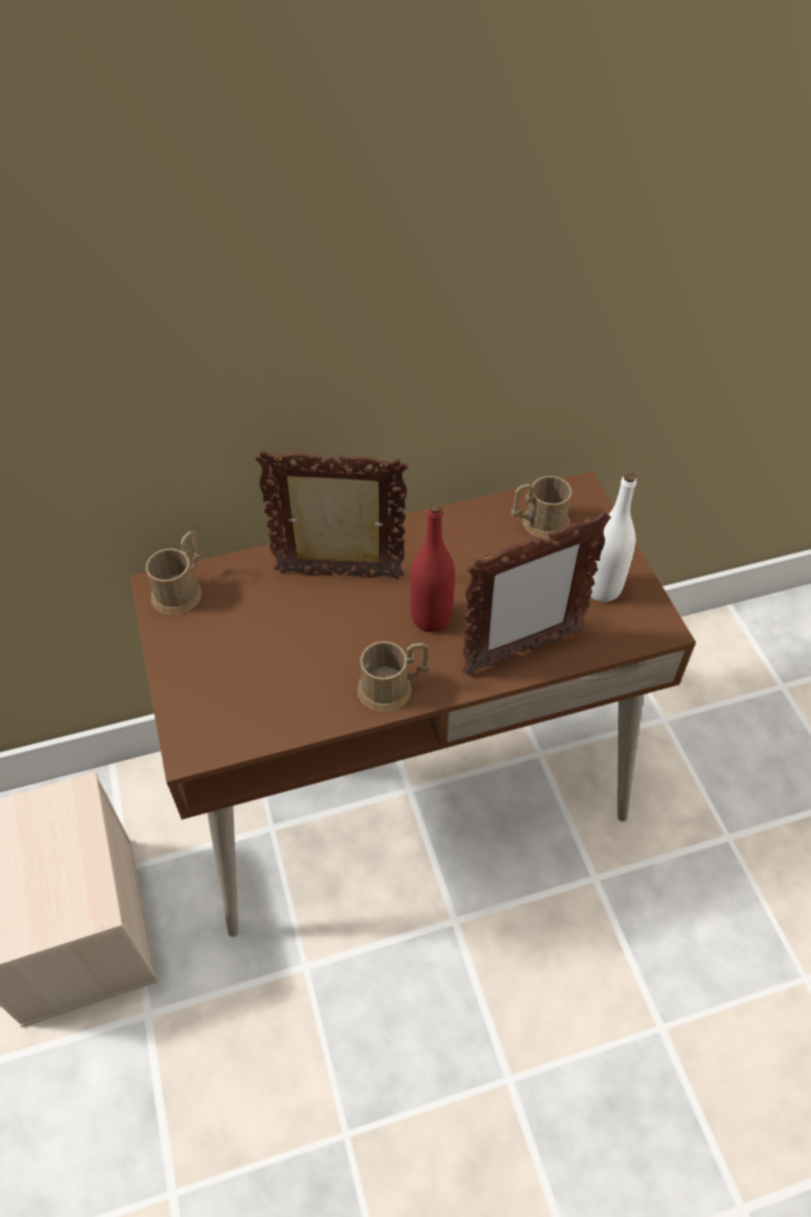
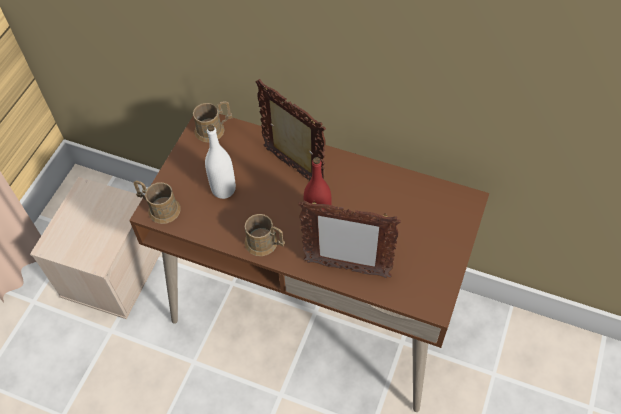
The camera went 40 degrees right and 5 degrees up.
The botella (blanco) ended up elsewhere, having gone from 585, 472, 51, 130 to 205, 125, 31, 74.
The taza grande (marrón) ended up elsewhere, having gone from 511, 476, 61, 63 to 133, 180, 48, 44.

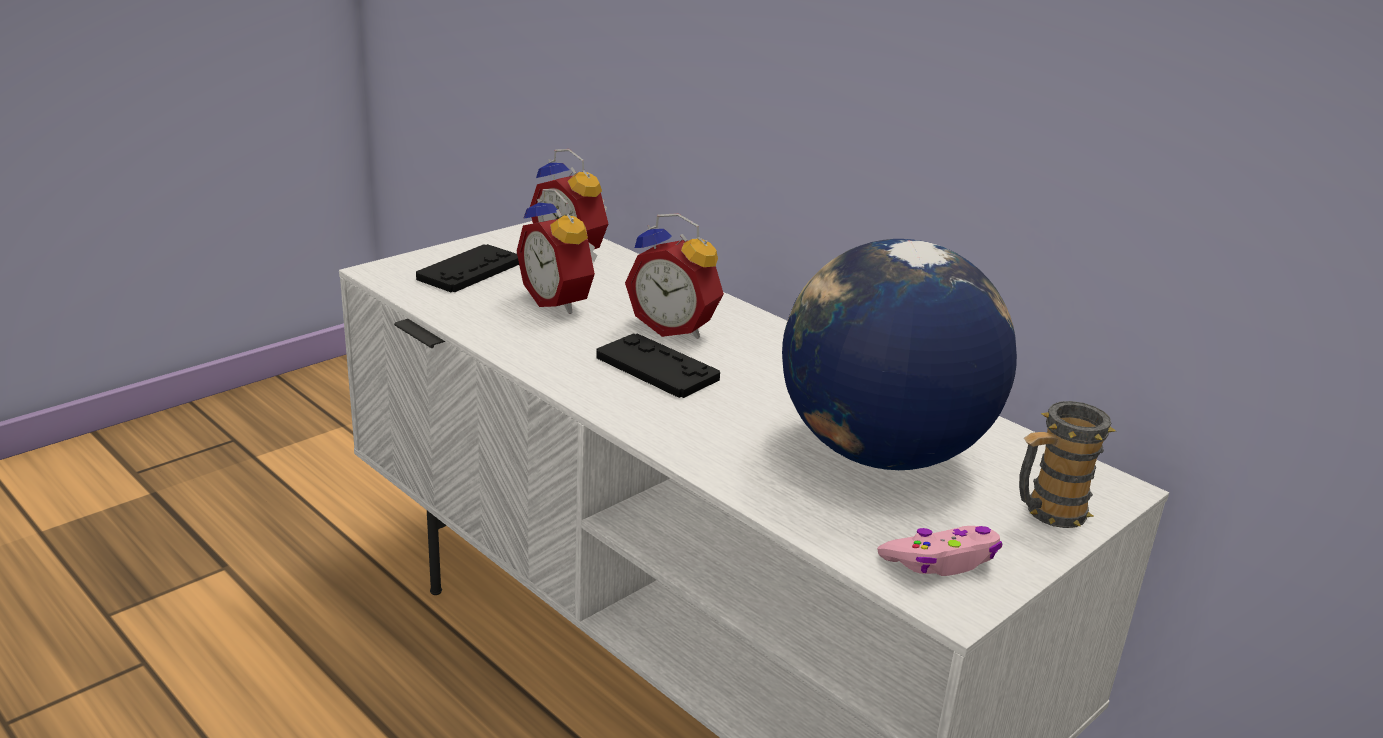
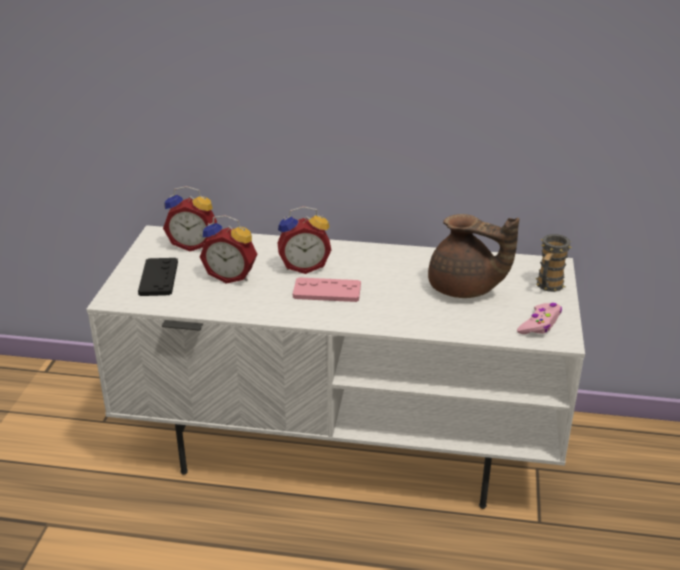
The camera went 35 degrees left and 5 degrees up.
Where the globo terráqueo stood at 782, 239, 235, 231, the tetera (marrón) came to stand at 428, 214, 91, 84.
What was the mando de consola (negro) at 596, 333, 124, 65 turned into the mando de consola (rosa) at 293, 277, 68, 25.

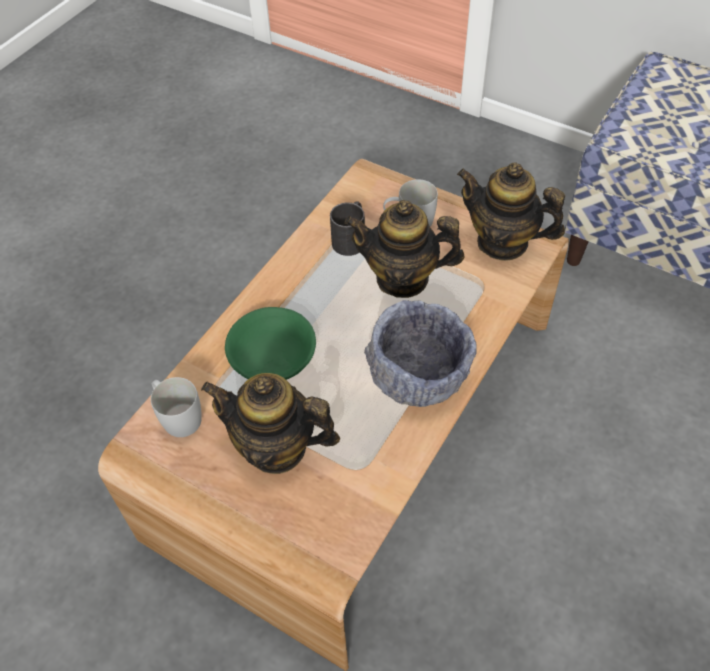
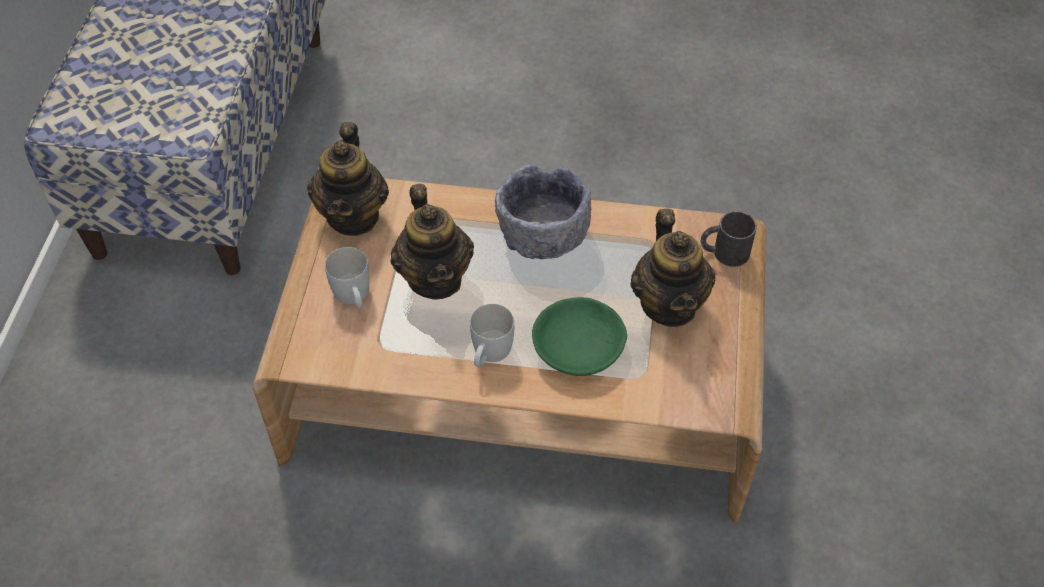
The camera went 115 degrees left and 0 degrees up.
The taza grande (negro) ended up elsewhere, having gone from 330, 201, 35, 55 to 701, 211, 56, 56.
The taza grande (blanco) ended up elsewhere, having gone from 151, 377, 51, 60 to 470, 304, 44, 63.

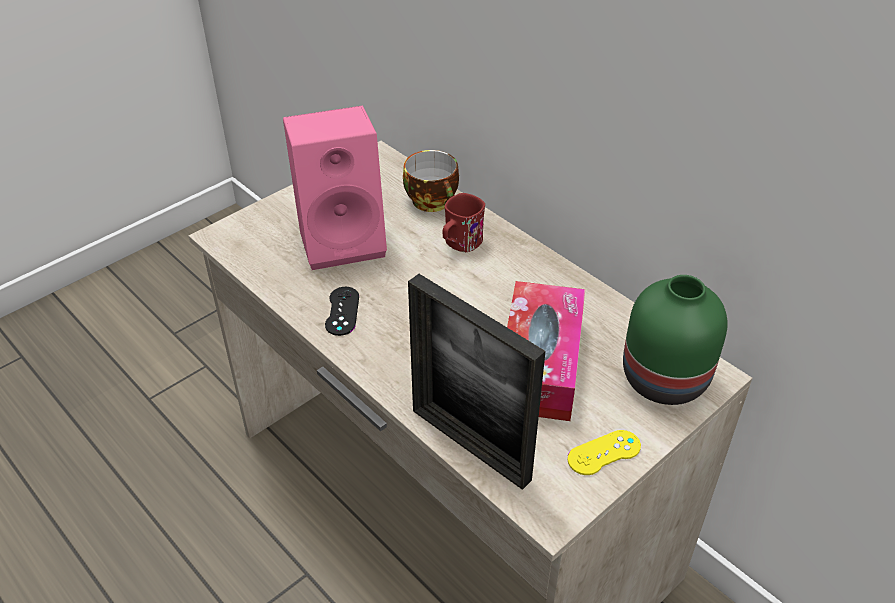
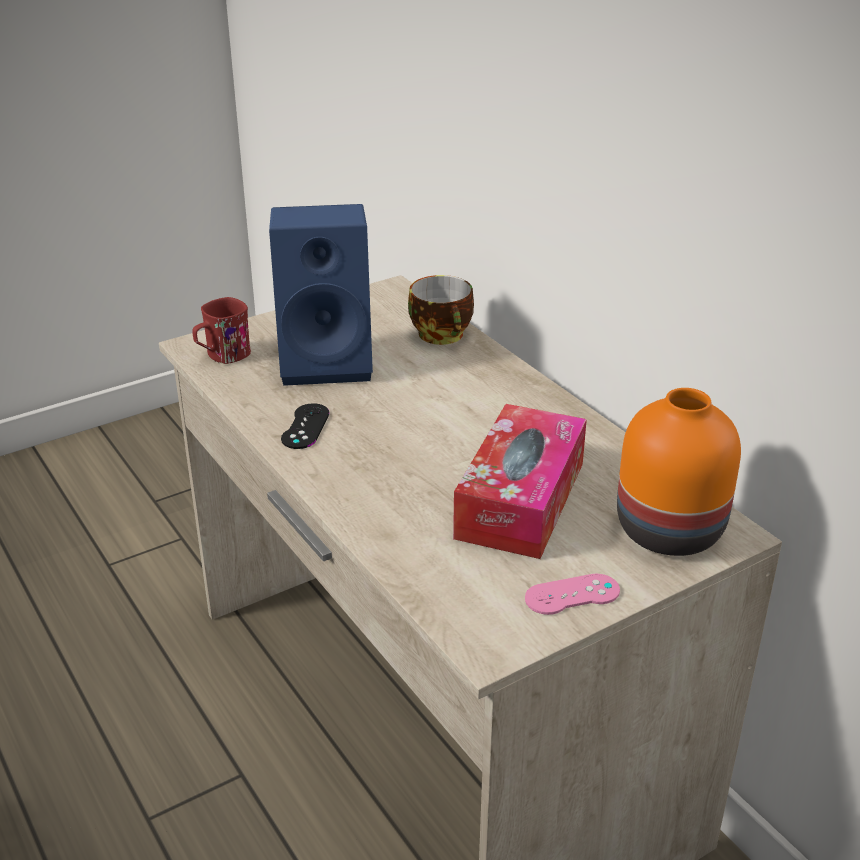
The camera went 10 degrees right and 10 degrees down.
What was the altavoz (rosa) at 283, 106, 104, 164 turned into the altavoz (azul) at 269, 204, 104, 182.
The taza grande (rojo) ended up elsewhere, having gone from 443, 193, 42, 59 to 192, 297, 59, 67.
The second view lost the portarretratos at 408, 274, 138, 216.
What was the florero (verde) at 623, 275, 105, 130 turned into the florero (naranja) at 617, 388, 124, 168.
What was the mando de consola (amarillo) at 568, 430, 73, 45 turned into the mando de consola (rosa) at 525, 573, 95, 42.

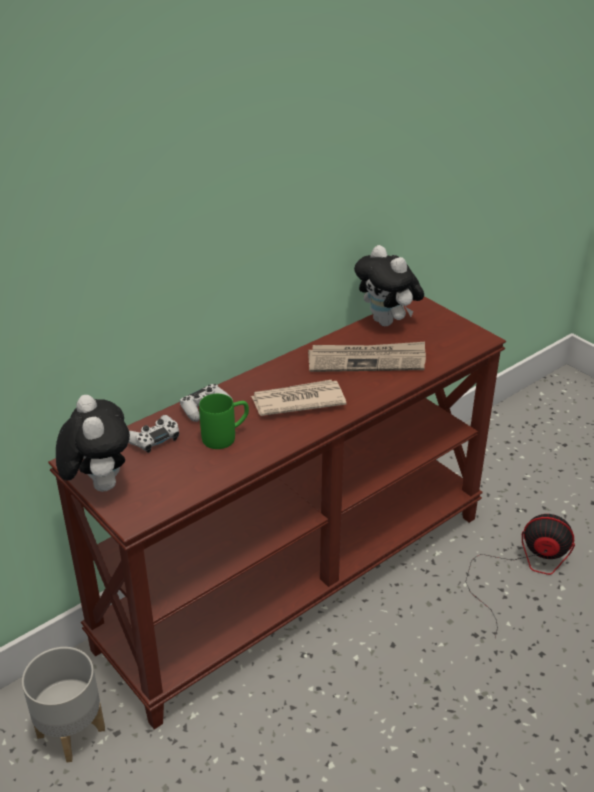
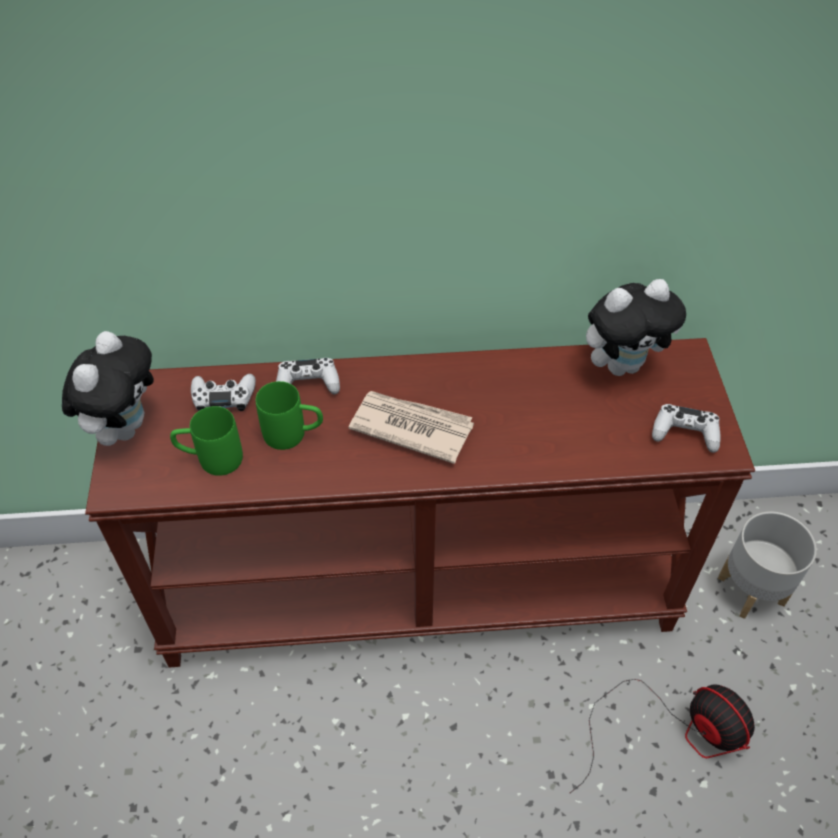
The camera went 35 degrees right and 15 degrees up.
The peluche at 354, 245, 70, 81 ended up facing another way, 105 degrees counterclockwise from before.
The second view lost the periódico at 308, 342, 118, 30.
The maceta (gris) ended up elsewhere, having gone from 22, 647, 83, 115 to 718, 511, 99, 108.
The second view gained the mando de consola (blanco) at 652, 404, 69, 49.
The second view gained the taza grande (verde) at 170, 406, 73, 70.

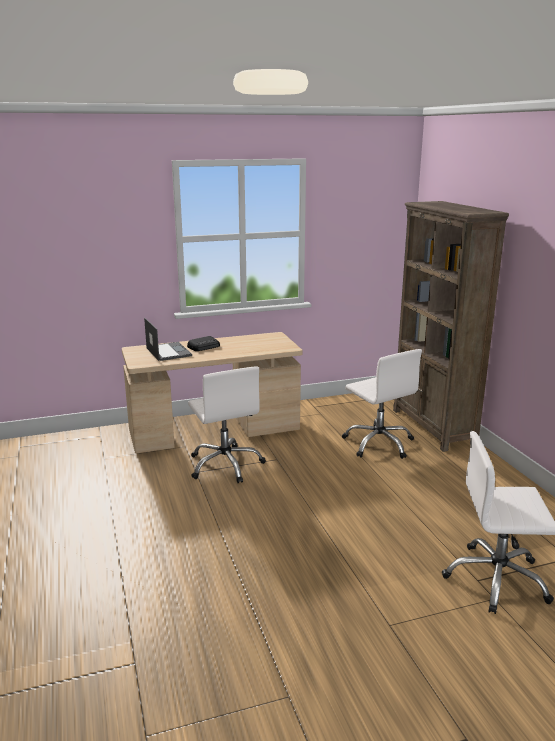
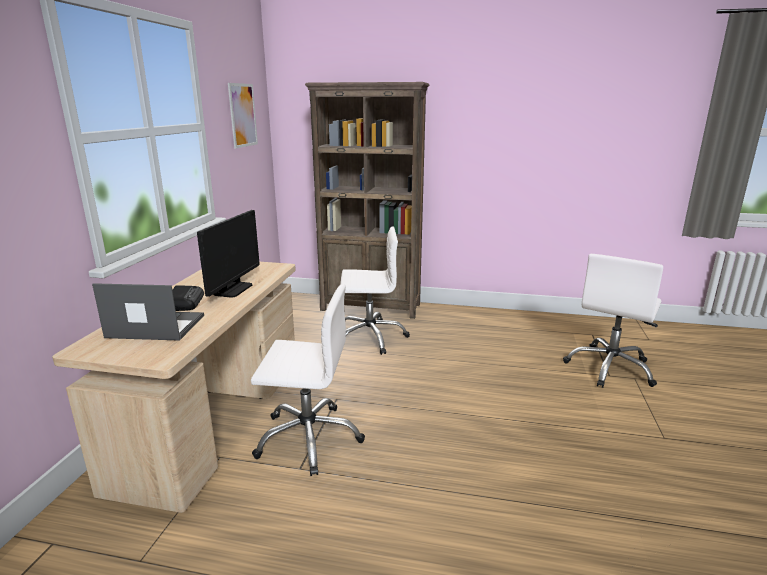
The camera went 60 degrees left and 0 degrees up.
The second view gained the cuadro at 228, 83, 30, 65.
The second view gained the monitor at 197, 210, 63, 87.

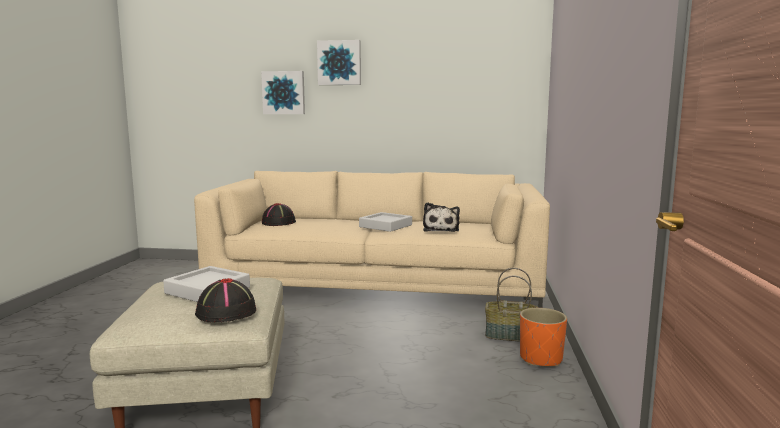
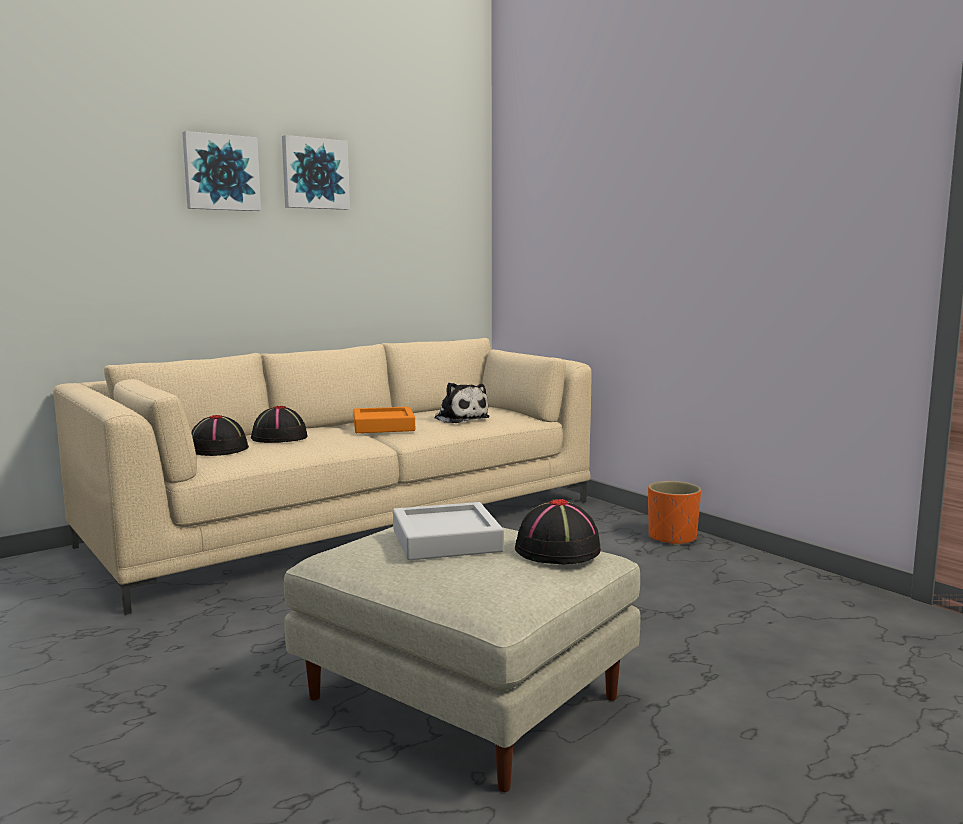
The camera went 45 degrees left and 0 degrees up.
The cuadro ended up elsewhere, having gone from 261, 71, 44, 43 to 282, 135, 68, 75.
What was the bandeja (gris) at 359, 212, 53, 20 turned into the bandeja (naranja) at 353, 407, 62, 26.
The second view lost the cesta at 485, 268, 53, 74.
The second view gained the sombrero (negro) at 251, 406, 57, 37.

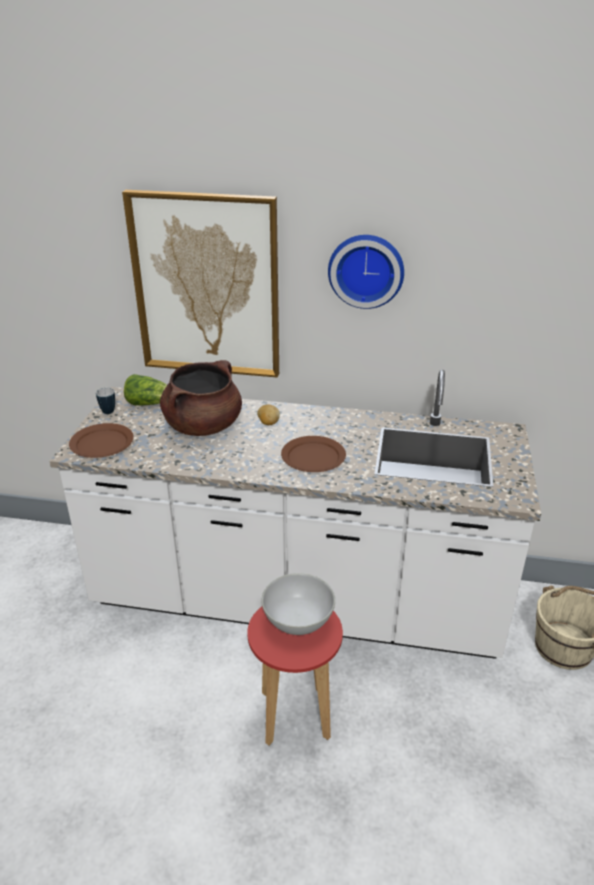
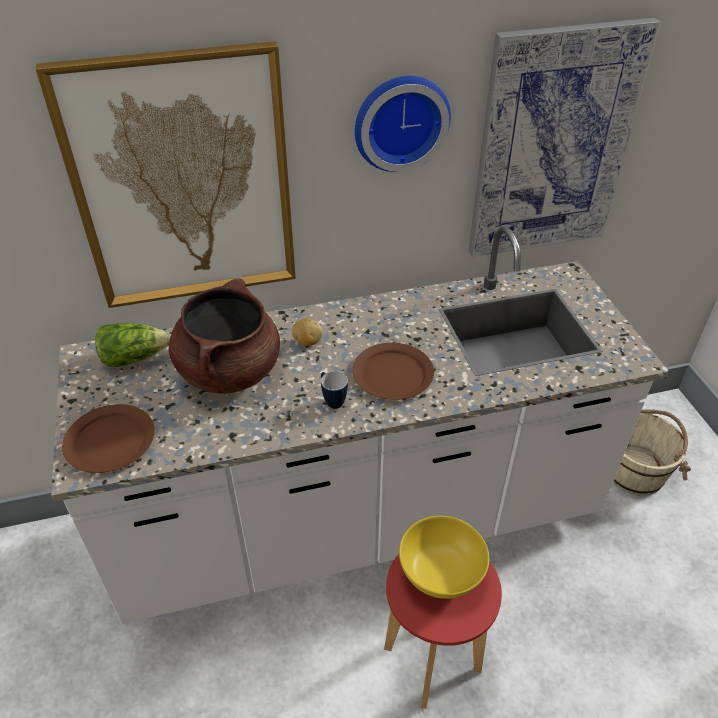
The camera went 25 degrees left and 10 degrees up.
The taza grande ended up elsewhere, having gone from 96, 388, 19, 26 to 321, 371, 27, 38.
What was the cuenco (blanco) at 261, 573, 74, 62 turned into the cuenco (amarillo) at 399, 516, 90, 83.
The second view gained the cuadro at 468, 18, 193, 239.

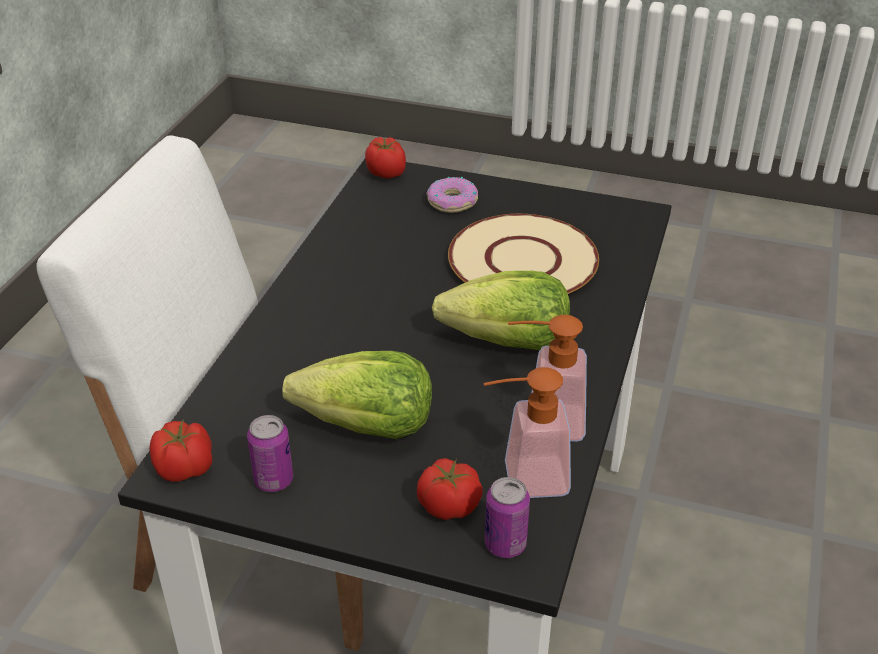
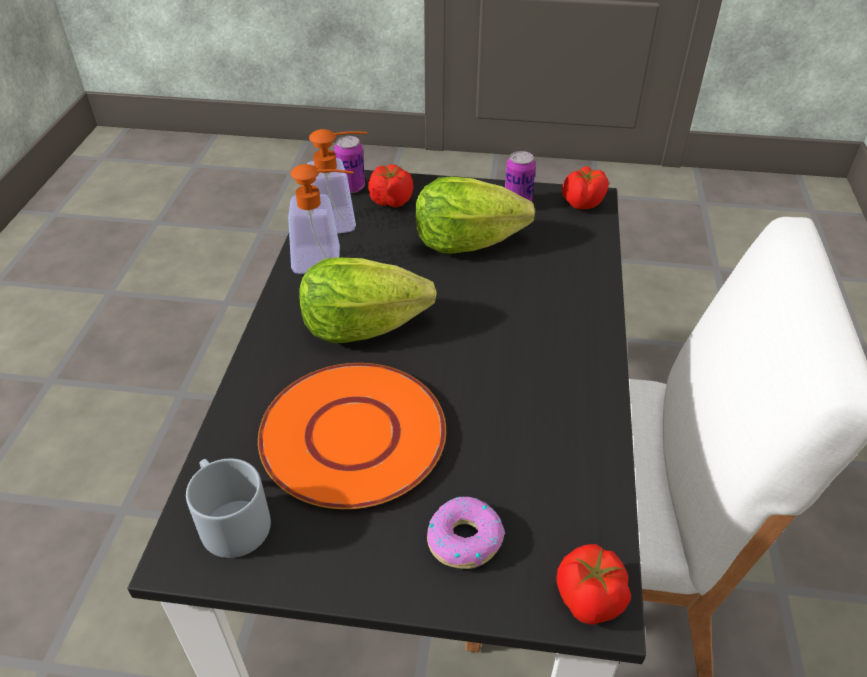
The camera went 170 degrees right and 5 degrees up.
What was the plato (beis) at 448, 214, 151, 80 turned into the plato (naranja) at 258, 363, 188, 146.
The second view gained the taza grande (gris) at 186, 459, 85, 99.

